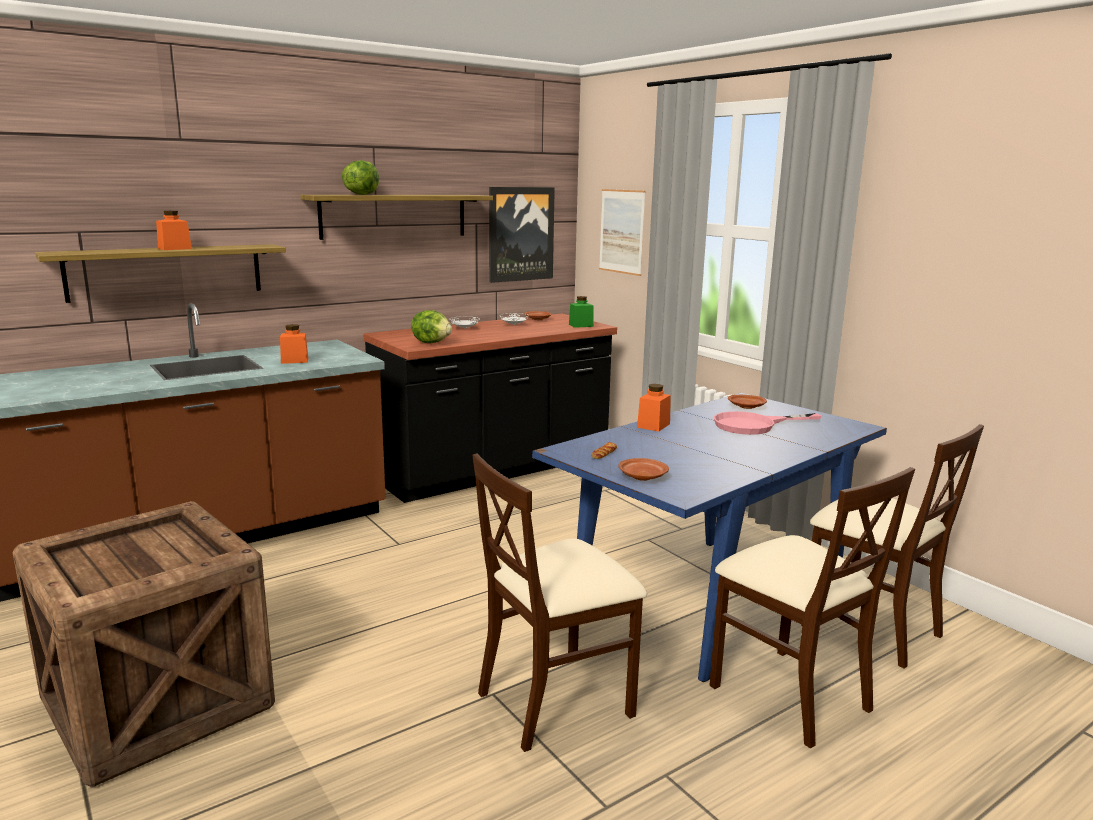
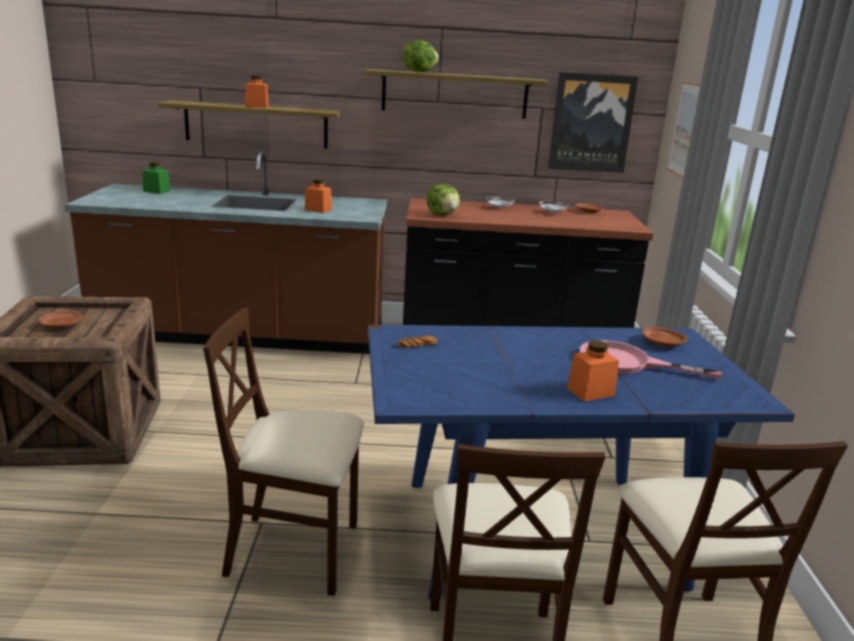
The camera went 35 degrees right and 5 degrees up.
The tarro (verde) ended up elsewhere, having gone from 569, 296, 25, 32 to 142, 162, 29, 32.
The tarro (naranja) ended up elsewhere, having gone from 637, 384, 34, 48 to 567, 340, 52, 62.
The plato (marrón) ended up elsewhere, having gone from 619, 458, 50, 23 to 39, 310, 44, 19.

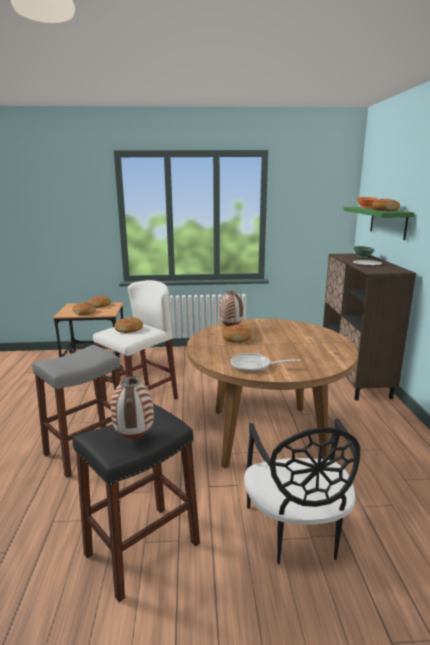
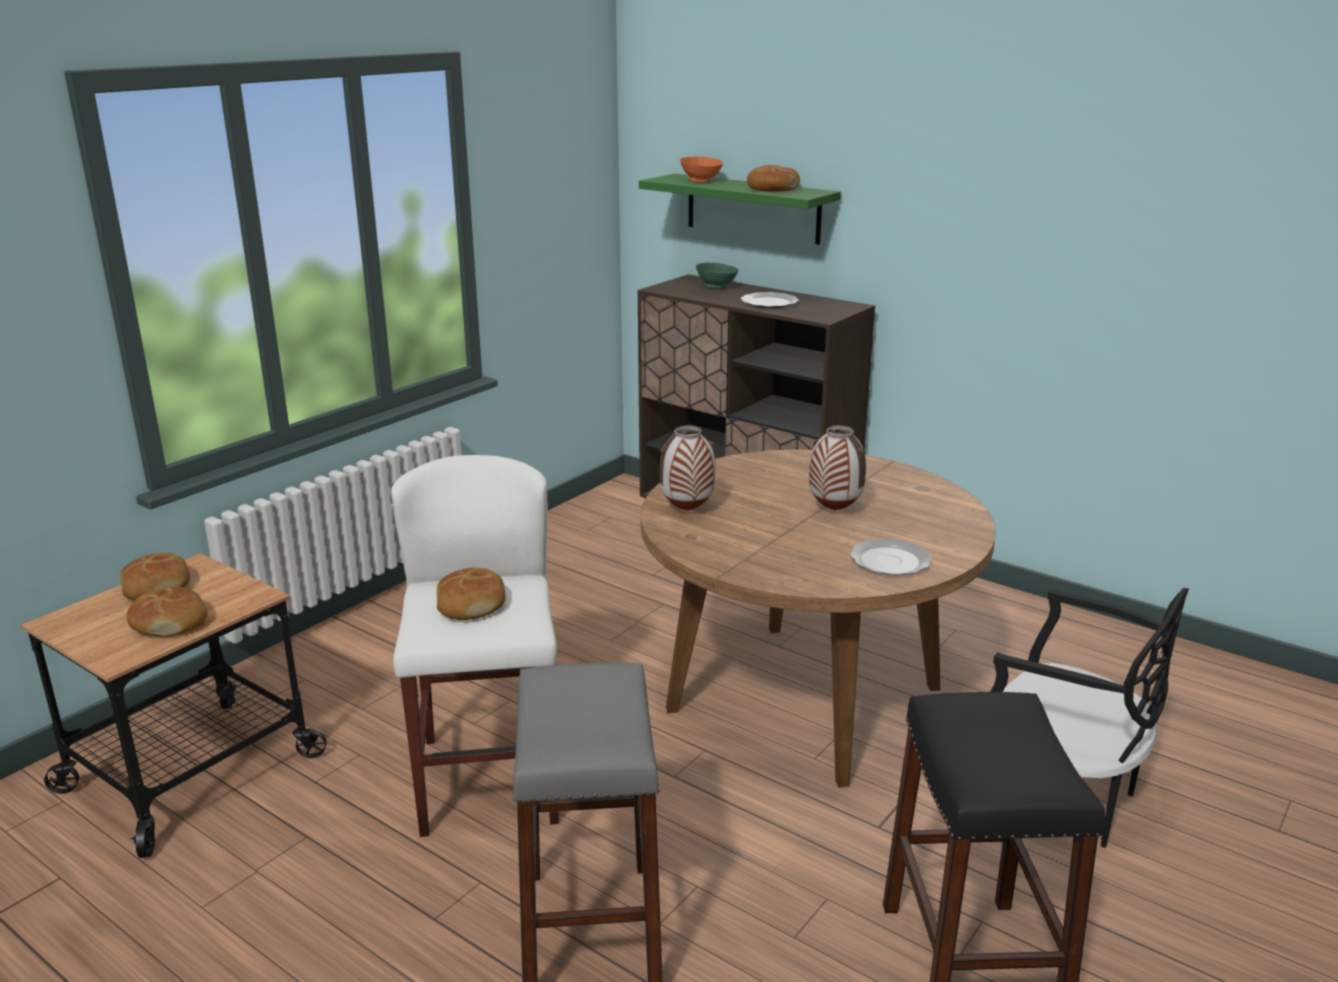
The camera went 50 degrees left and 5 degrees up.
The second view lost the pan at 223, 324, 29, 18.
Where the sartén stood at 231, 353, 69, 20, the plato came to stand at 850, 538, 82, 38.
The florero ended up elsewhere, having gone from 111, 376, 43, 63 to 809, 425, 57, 86.

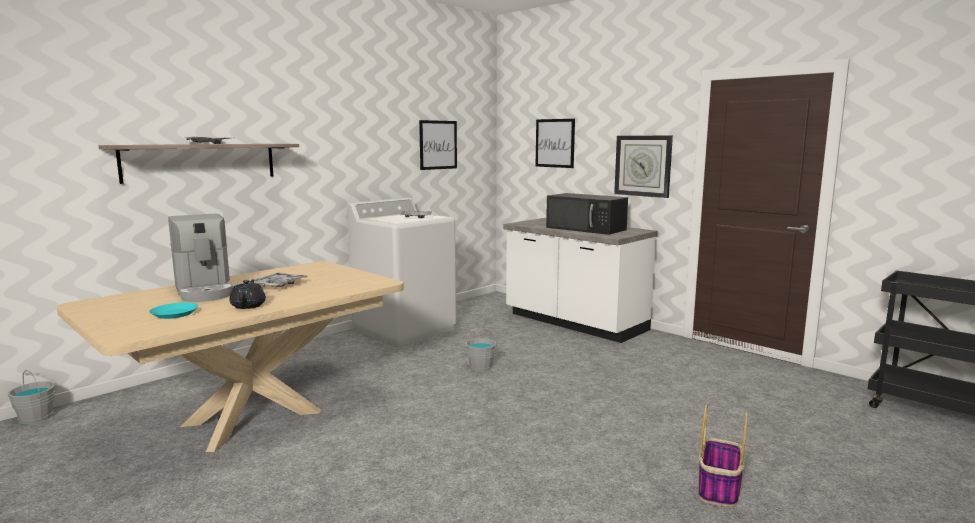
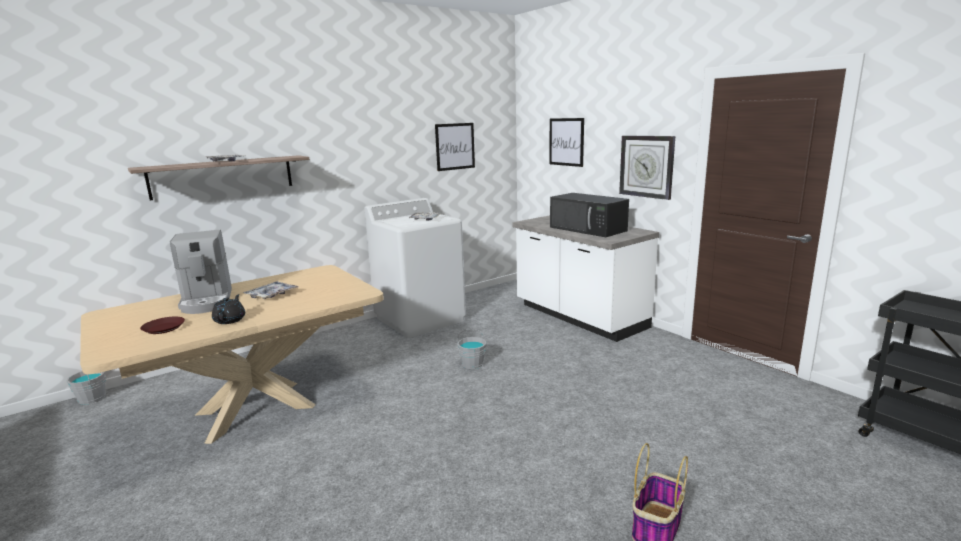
The camera went 10 degrees right and 5 degrees up.
What was the plato (turquesa) at 149, 303, 49, 16 turned into the plato (marrón) at 140, 317, 45, 17.

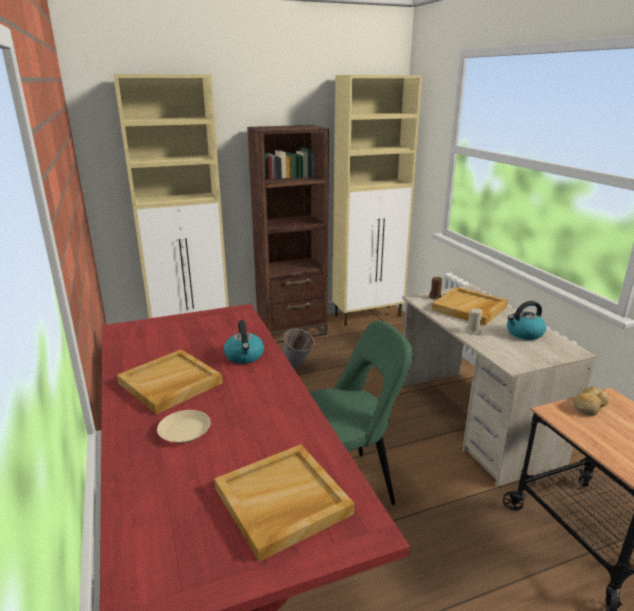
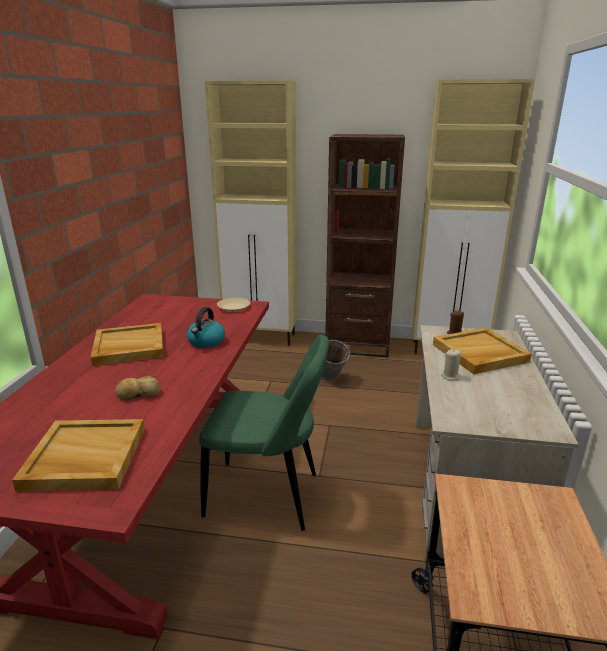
The camera went 30 degrees right and 0 degrees up.
The second view lost the hervidor at 507, 301, 39, 39.
The pan ended up elsewhere, having gone from 574, 386, 35, 30 to 115, 376, 45, 25.
The plato (beis) ended up elsewhere, having gone from 157, 410, 54, 33 to 217, 298, 33, 14.

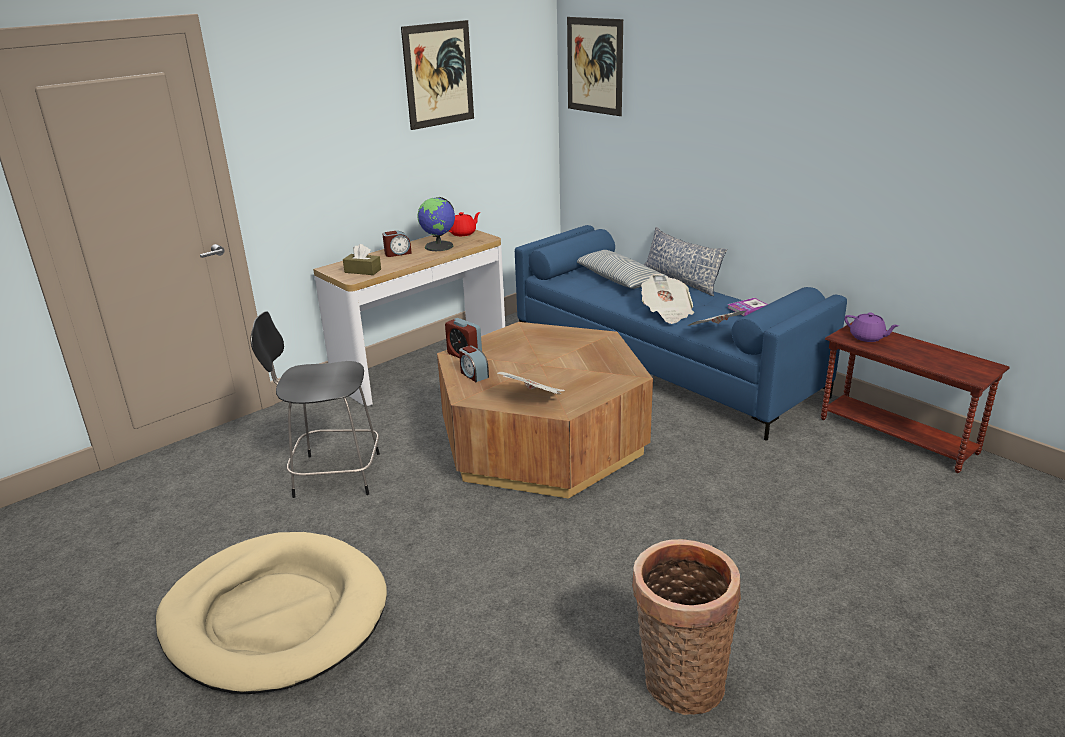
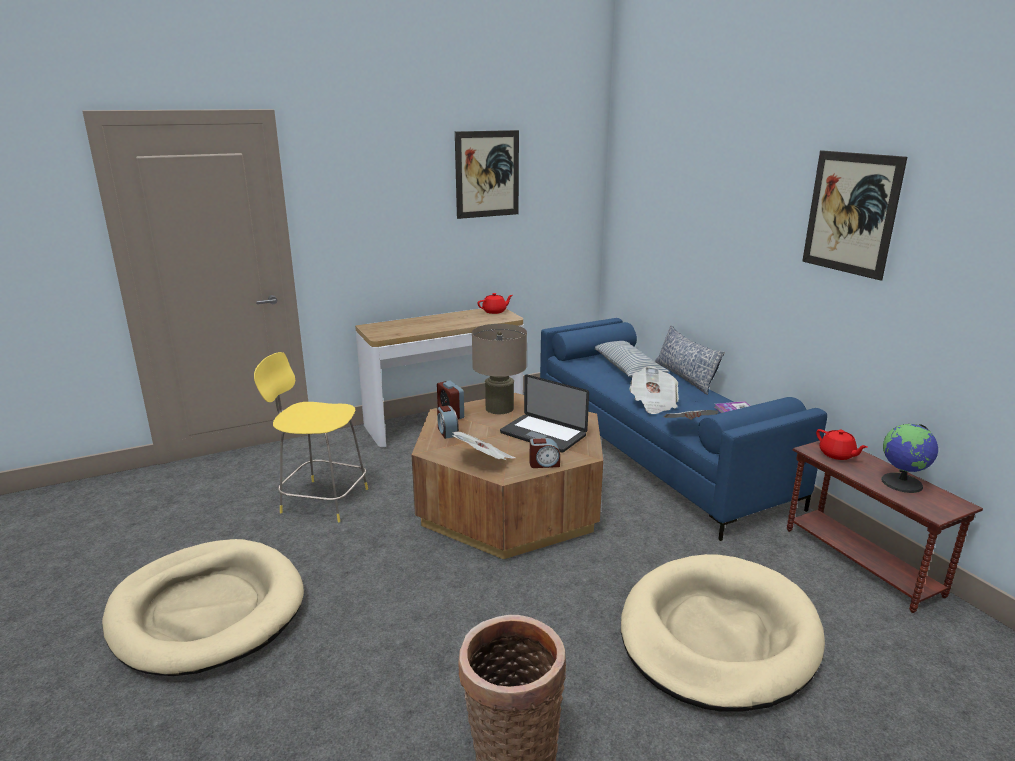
The camera went 15 degrees right and 5 degrees down.
The cuadro ended up elsewhere, having gone from 567, 17, 56, 99 to 802, 150, 105, 131.
The globo terráqueo ended up elsewhere, having gone from 418, 197, 37, 54 to 881, 424, 57, 69.
The despertador ended up elsewhere, having gone from 382, 231, 30, 26 to 529, 438, 31, 30.
The second view lost the caja de pañuelos (marrón) at 343, 244, 38, 31.
What was the taburete (negro) at 250, 311, 130, 187 turned into the taburete (amarillo) at 254, 352, 114, 170.
What was the tetera (morado) at 844, 312, 55, 30 turned into the tetera (rojo) at 816, 429, 52, 31.
The second view gained the lámpara de mesa (beis) at 472, 324, 55, 90.
The second view gained the portátil at 500, 374, 89, 79.
The second view gained the cama para perro (beis) at 621, 554, 204, 158.

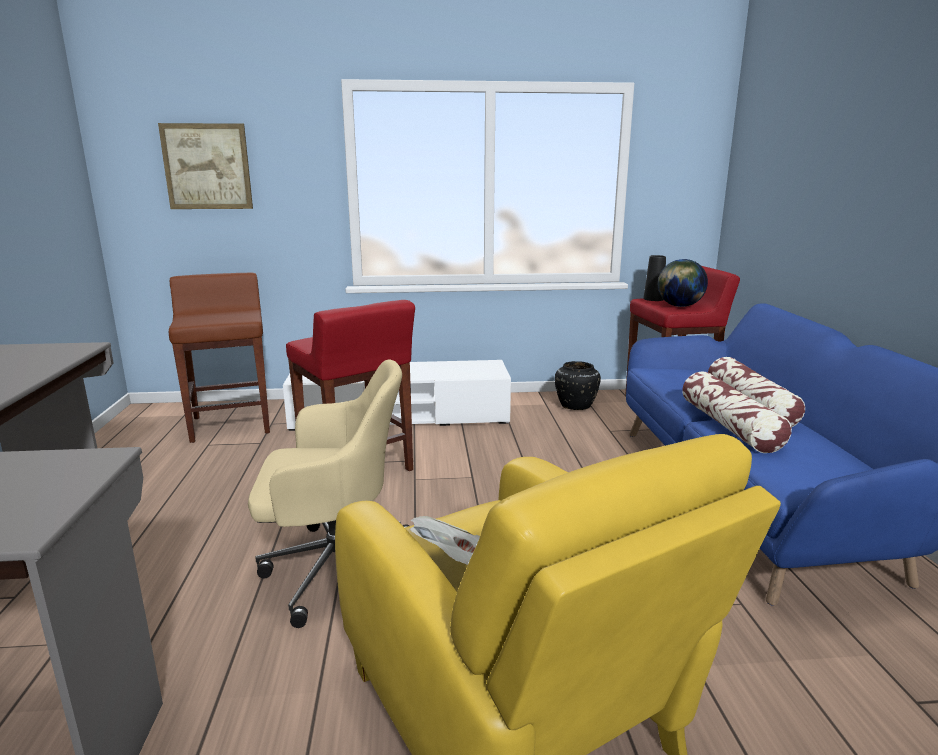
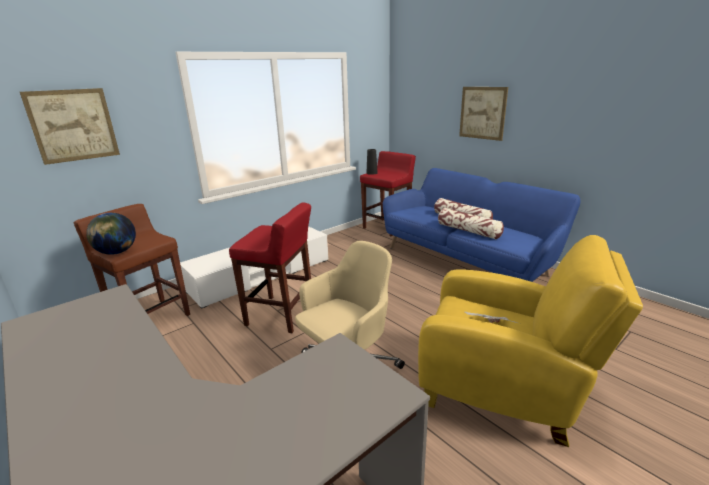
The camera went 35 degrees left and 5 degrees up.
The globo terráqueo ended up elsewhere, having gone from 658, 259, 50, 48 to 86, 213, 50, 42.
The second view lost the florero (negro) at 555, 361, 46, 49.
The second view gained the cuadro at 459, 87, 49, 54.

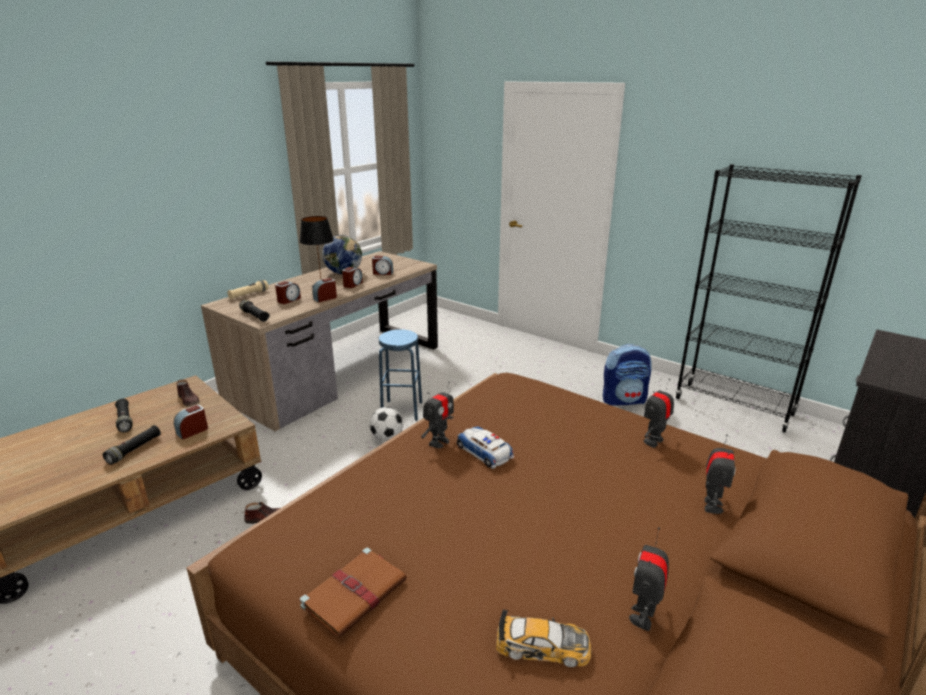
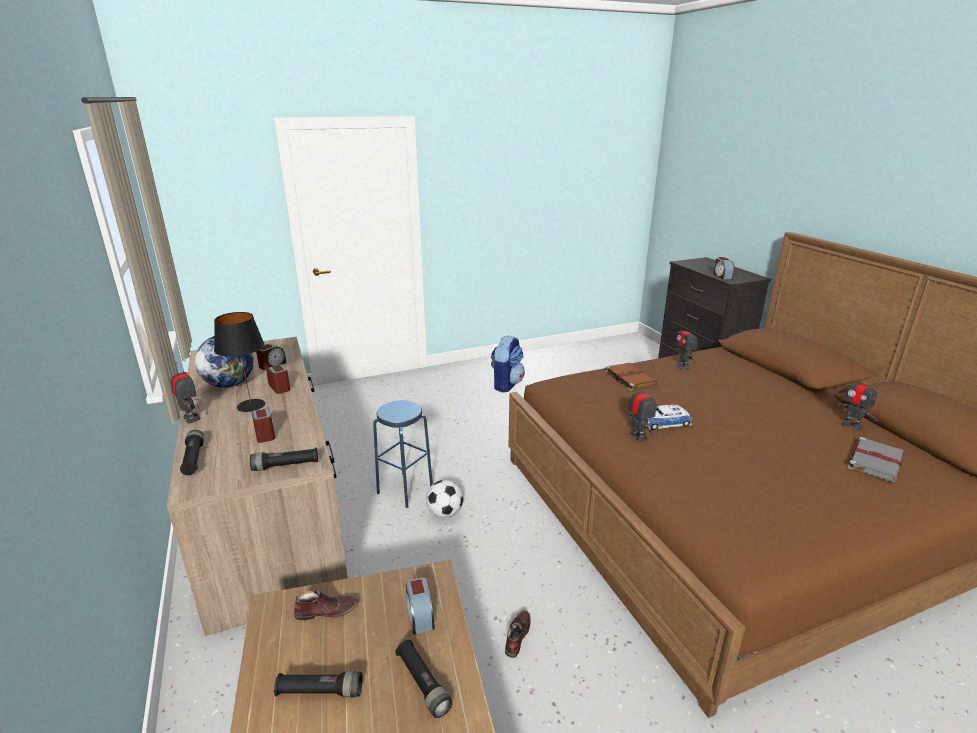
The camera went 60 degrees left and 0 degrees up.
The second view lost the estantería (negro) at 675, 164, 187, 268.
The despertador ended up elsewhere, having gone from 312, 278, 25, 24 to 714, 257, 20, 22.
What was the linterna (beis) at 227, 280, 42, 19 turned into the linterna (negro) at 180, 430, 24, 45.
The robot de juguete ended up elsewhere, having gone from 705, 435, 31, 79 to 171, 363, 30, 61.
The libro (marrón) ended up elsewhere, having gone from 300, 547, 107, 91 to 605, 363, 53, 28.
Where the coche de juguete stood at 496, 609, 95, 58, the libro (gris) came to stand at 848, 437, 56, 45.

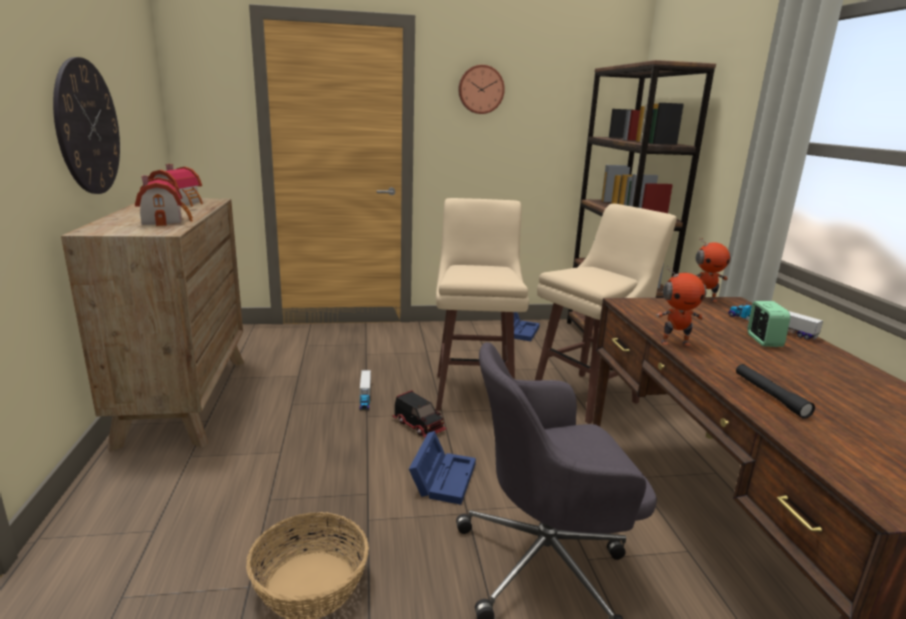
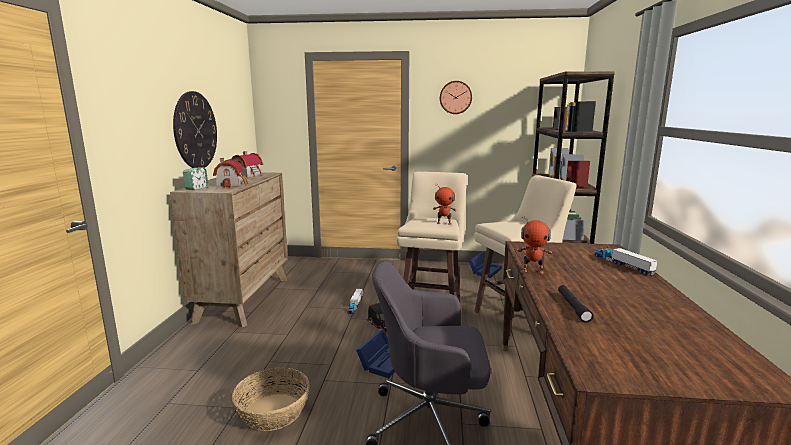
The camera went 15 degrees right and 5 degrees down.
The robot de juguete ended up elsewhere, having gone from 696, 237, 35, 65 to 433, 184, 23, 41.
The despertador ended up elsewhere, having gone from 747, 301, 43, 46 to 183, 168, 25, 22.

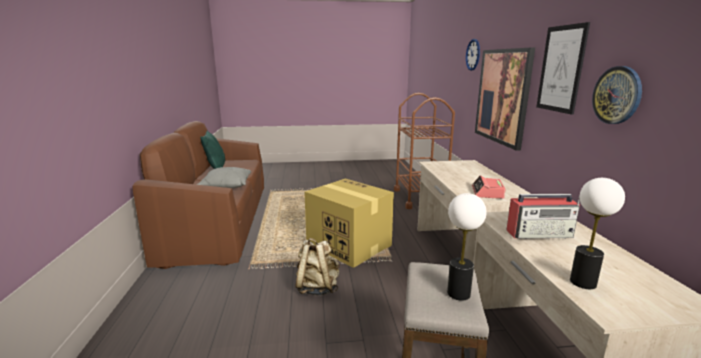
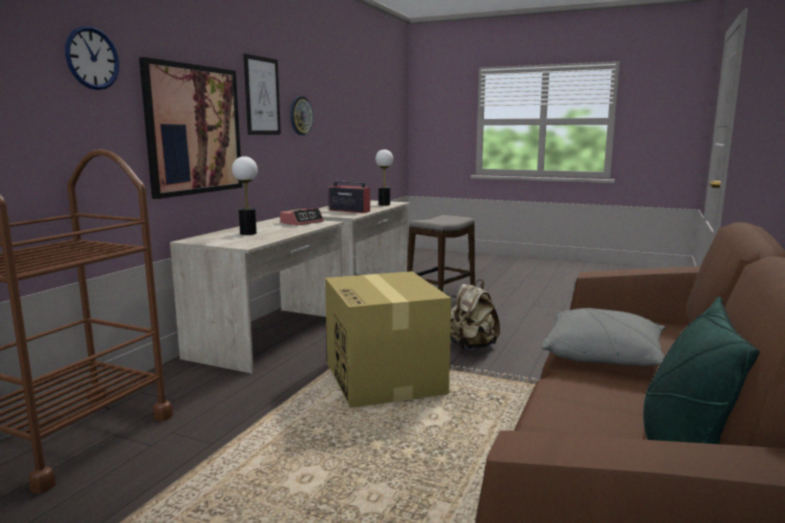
The camera went 150 degrees left and 5 degrees down.
The lámpara de mesa ended up elsewhere, having gone from 447, 193, 39, 108 to 232, 156, 26, 79.

